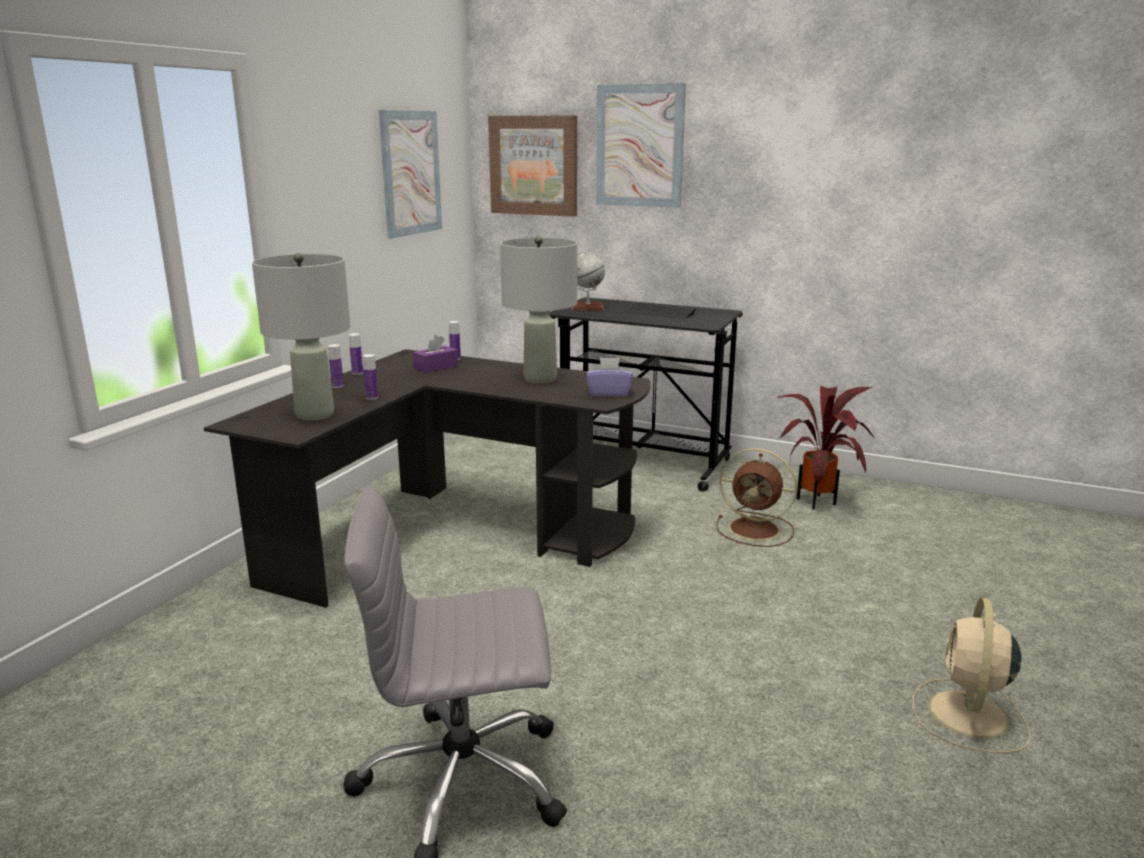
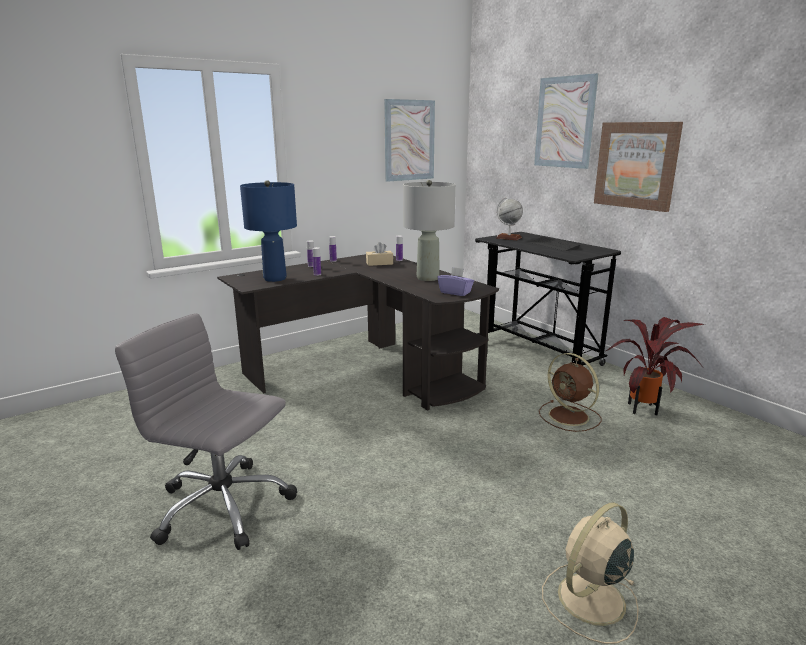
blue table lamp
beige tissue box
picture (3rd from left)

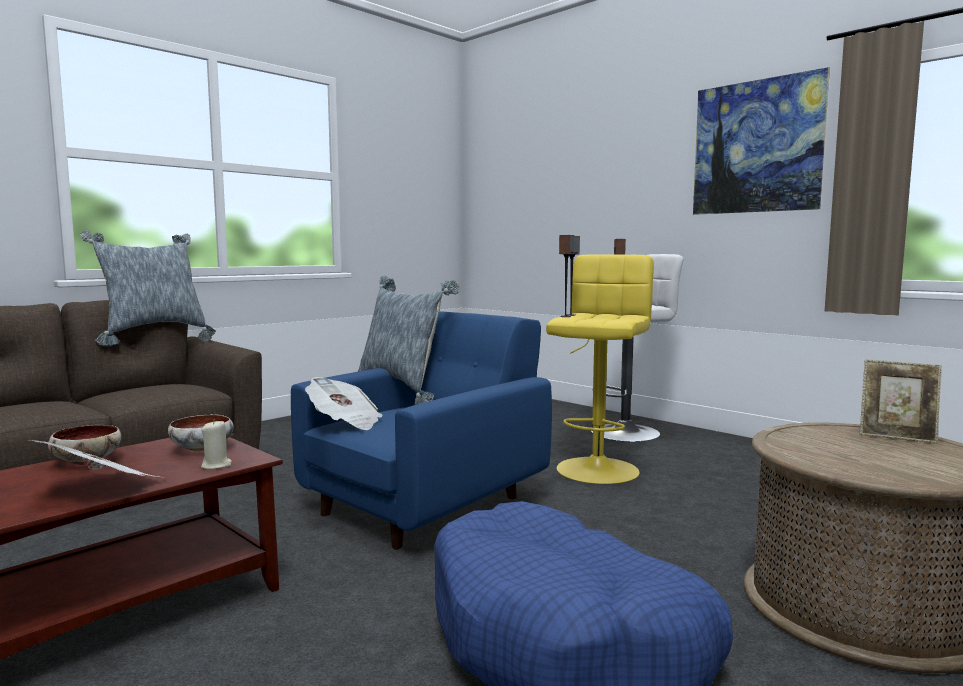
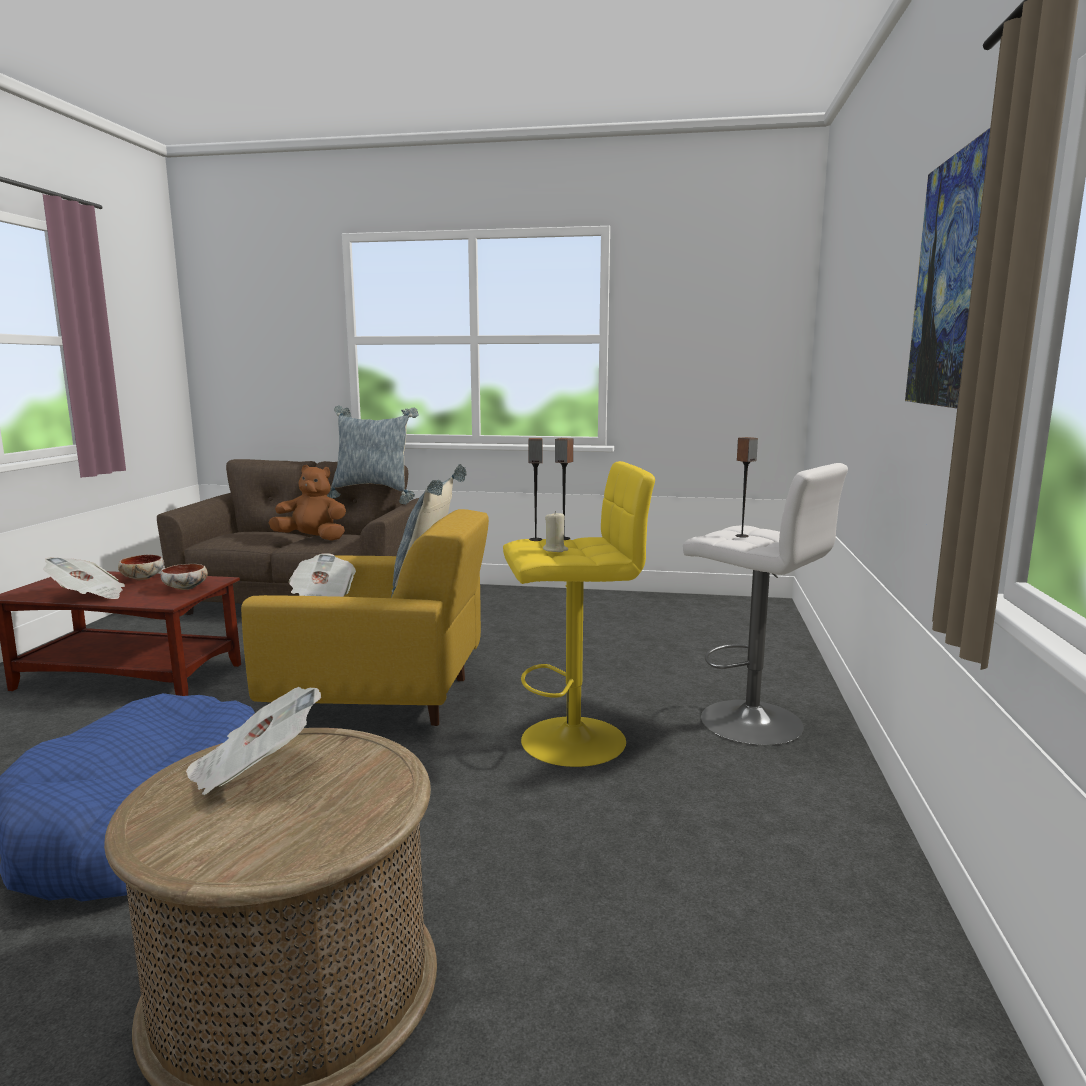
newspaper (2nd from left)
yellow armchair
brown plush toy
beige candle
picture frame

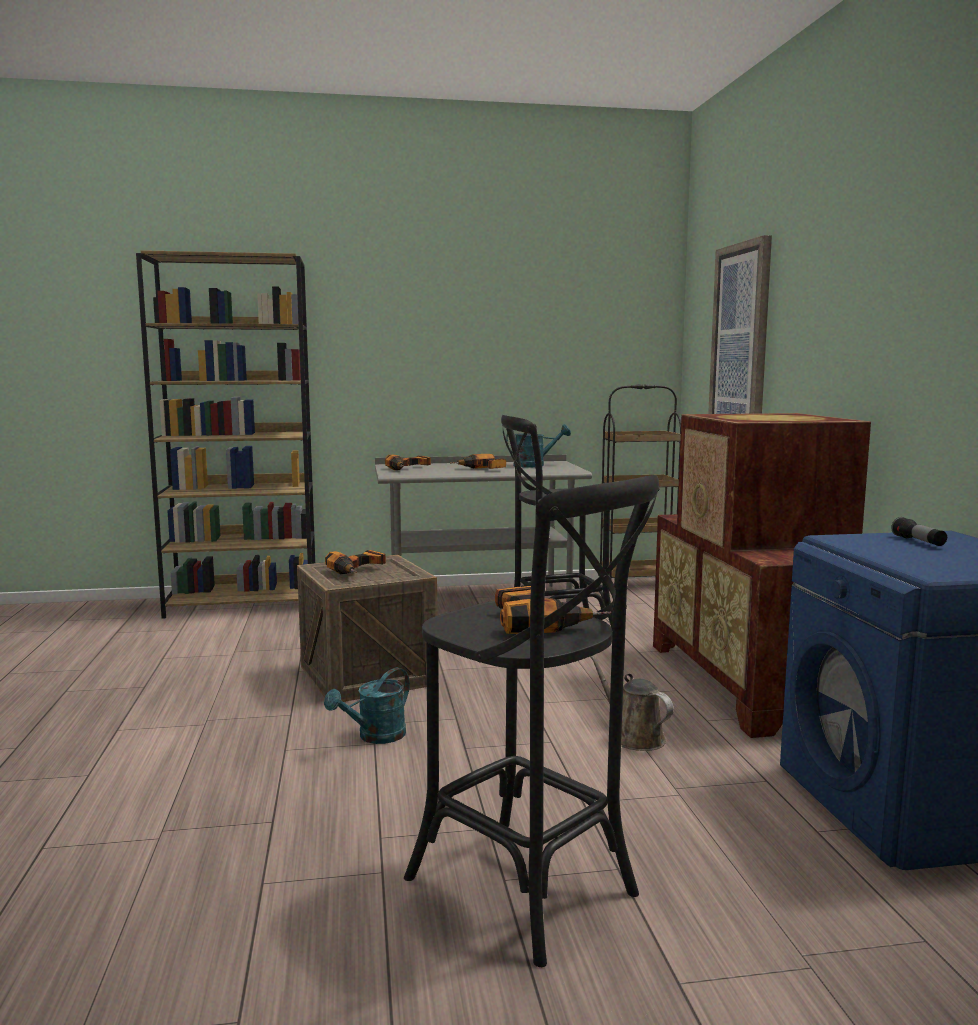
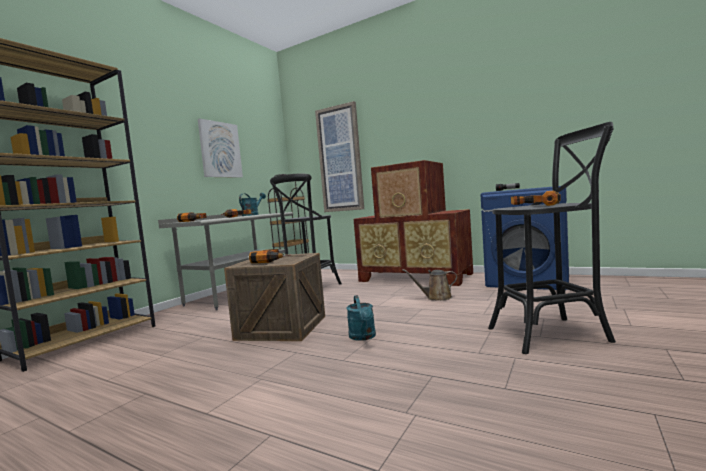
picture (1st from left)

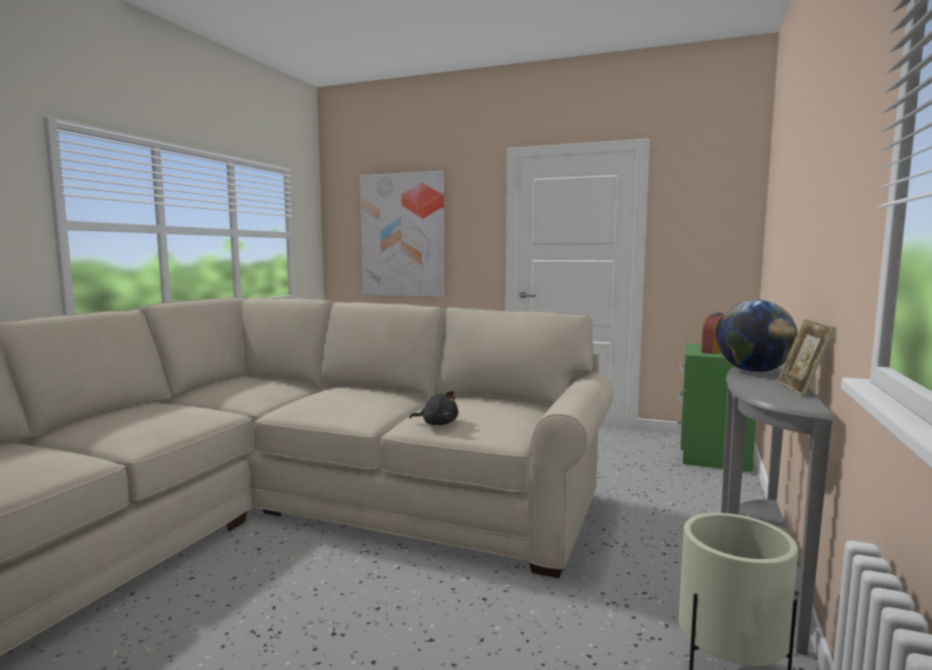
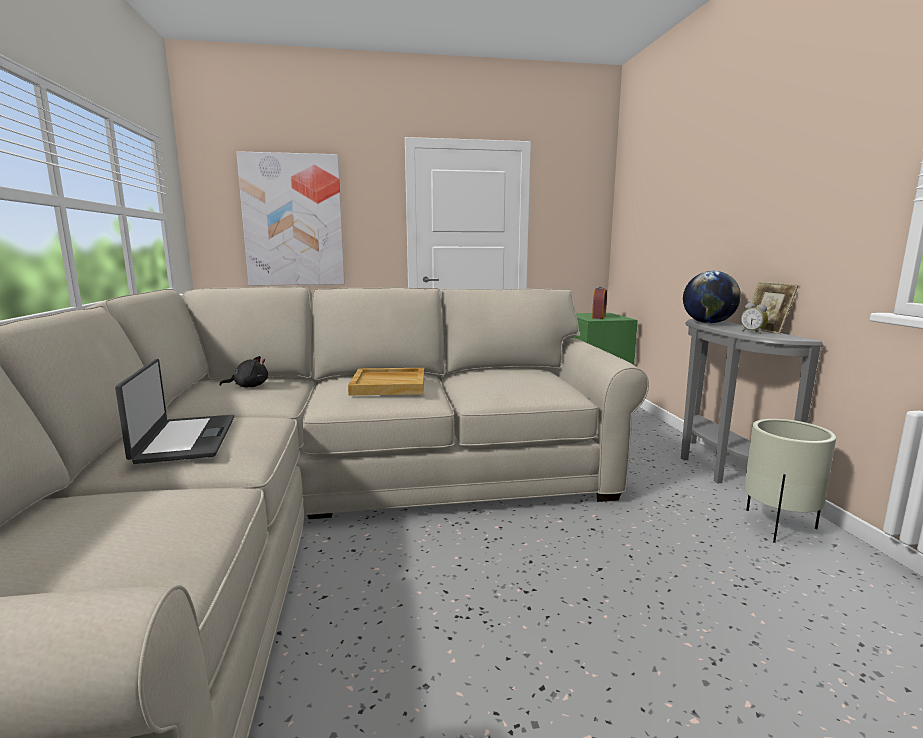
laptop
black plush toy
beige tray
alarm clock (2nd from left)

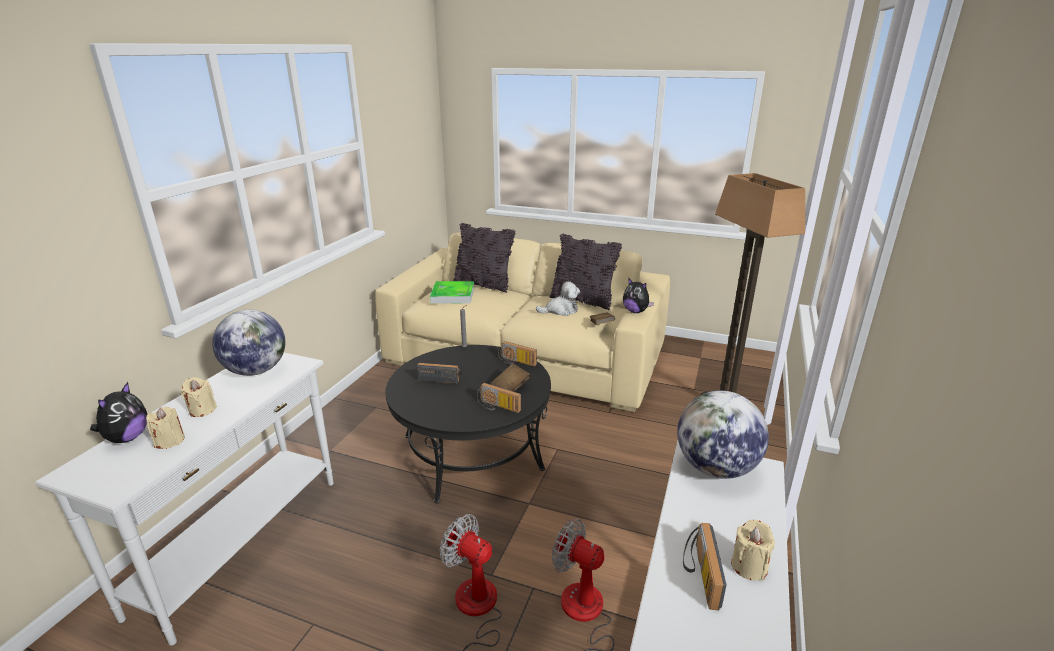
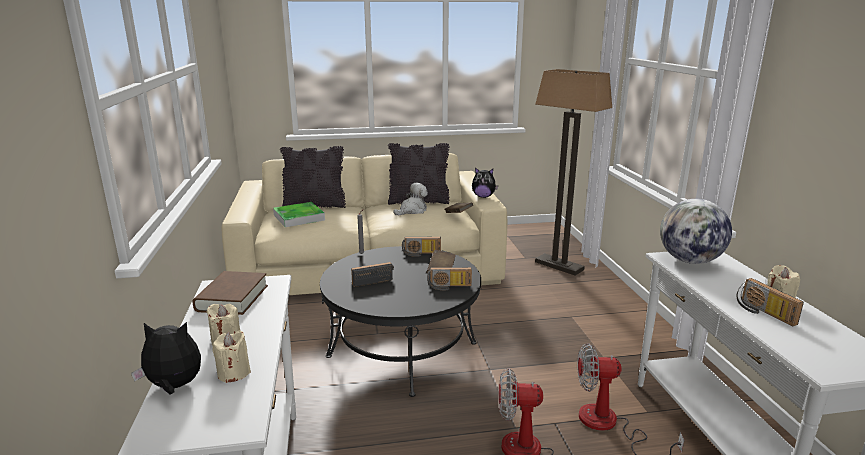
plush toy (1st from left)
brown book (1st from left)

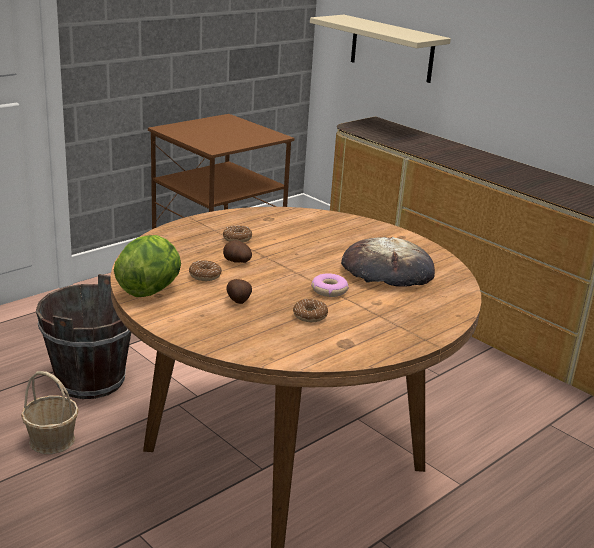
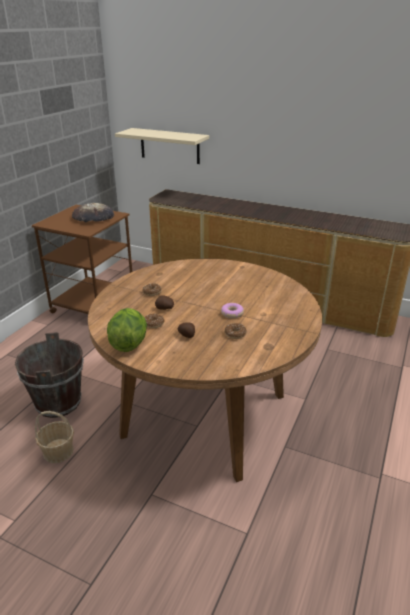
bread

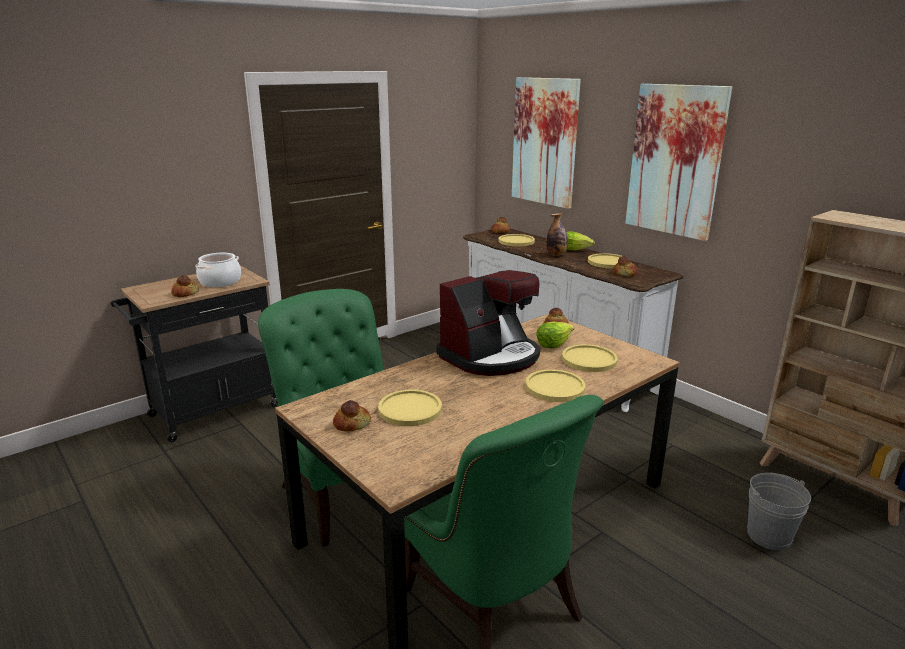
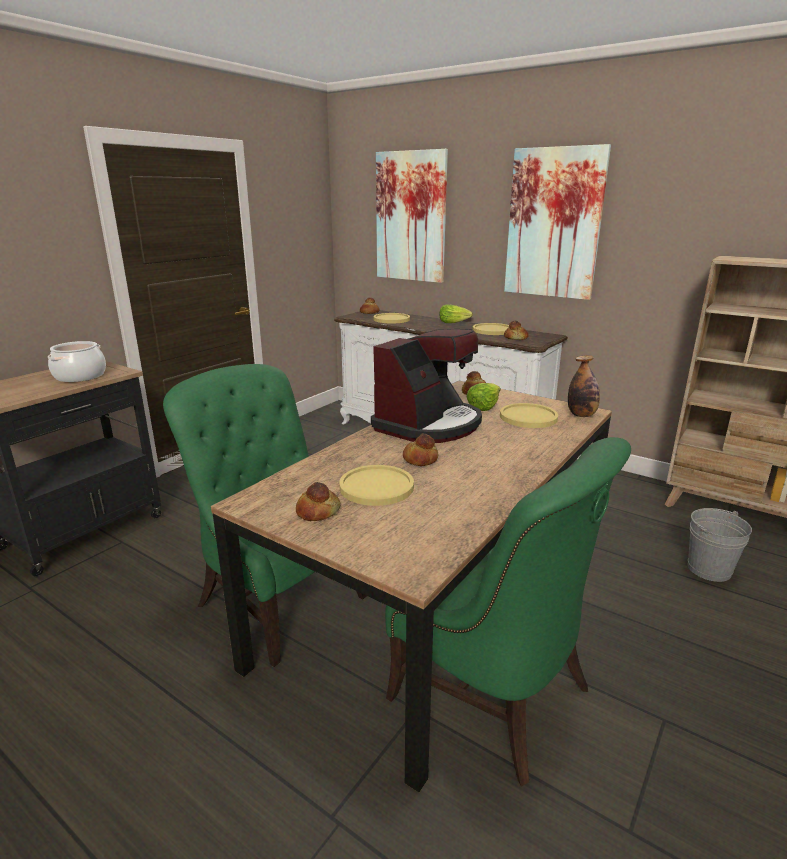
bread (3rd from left)
bottle
yellow plate (3rd from left in the first image)

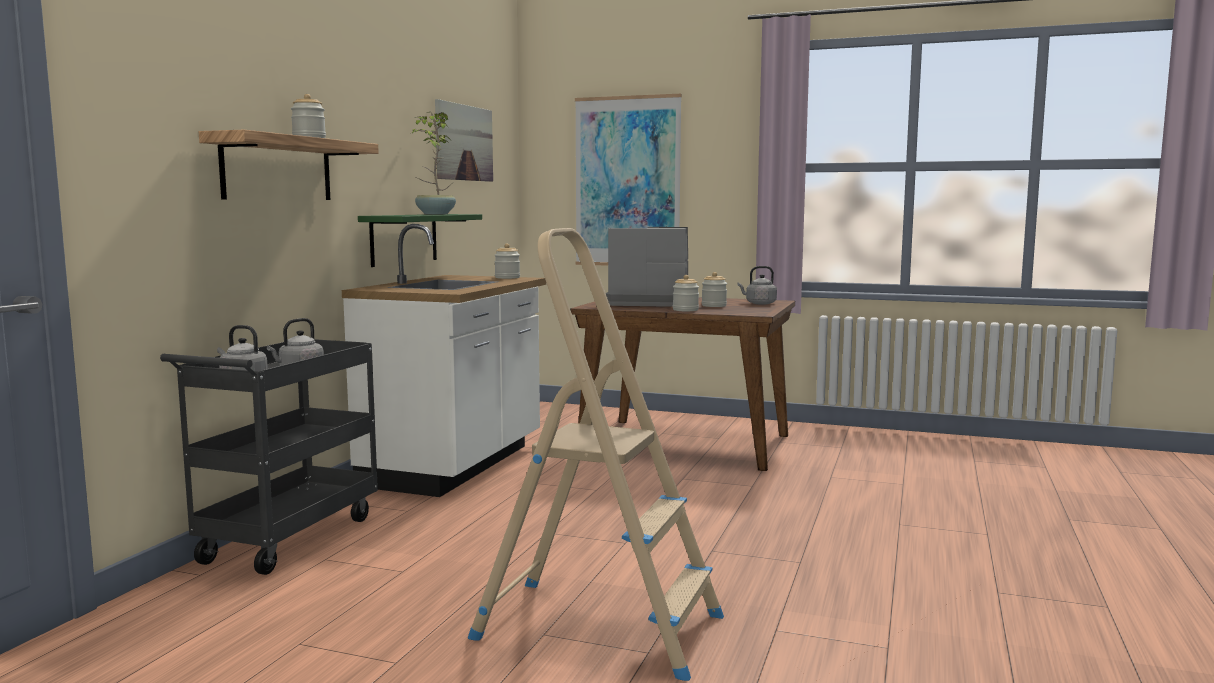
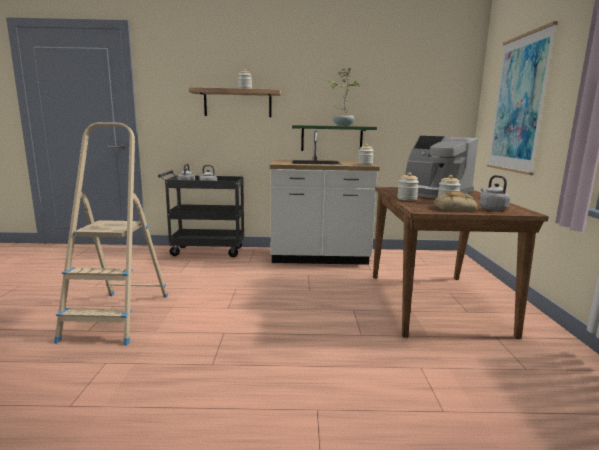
coffee machine
bread
picture (1st from left in the first image)

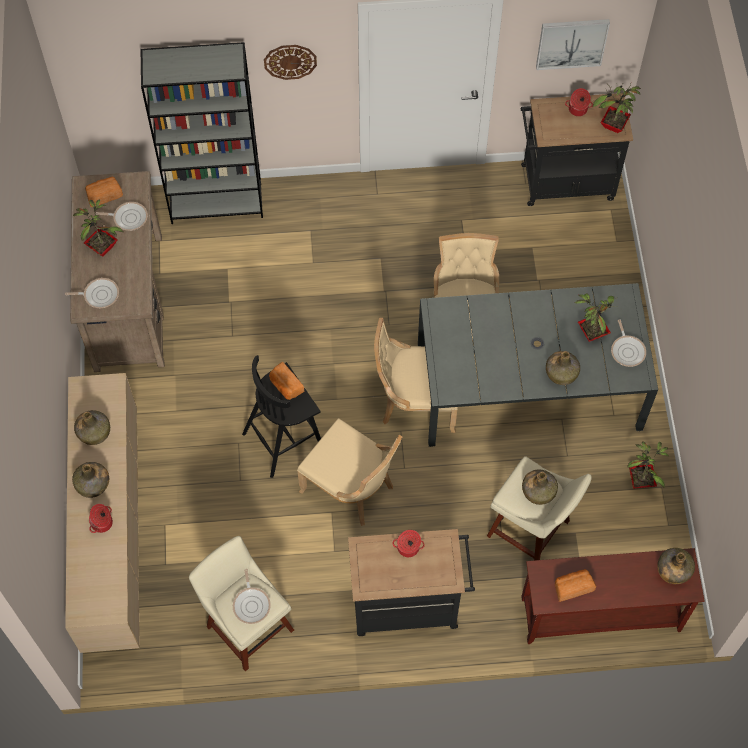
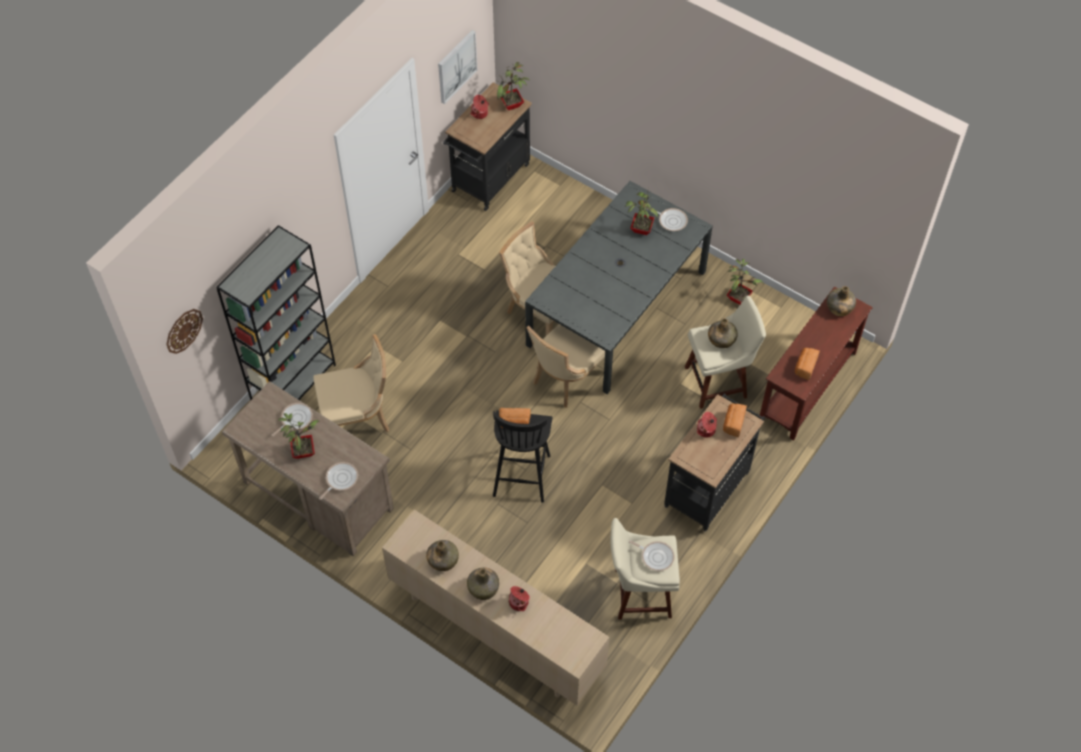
wall clock
beige chair (1st from left)
bread (2nd from left)
green bottle (4th from left in the first image)

